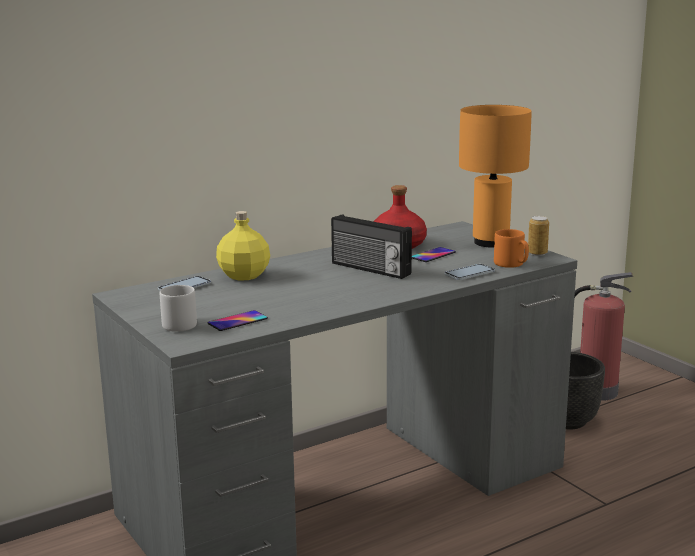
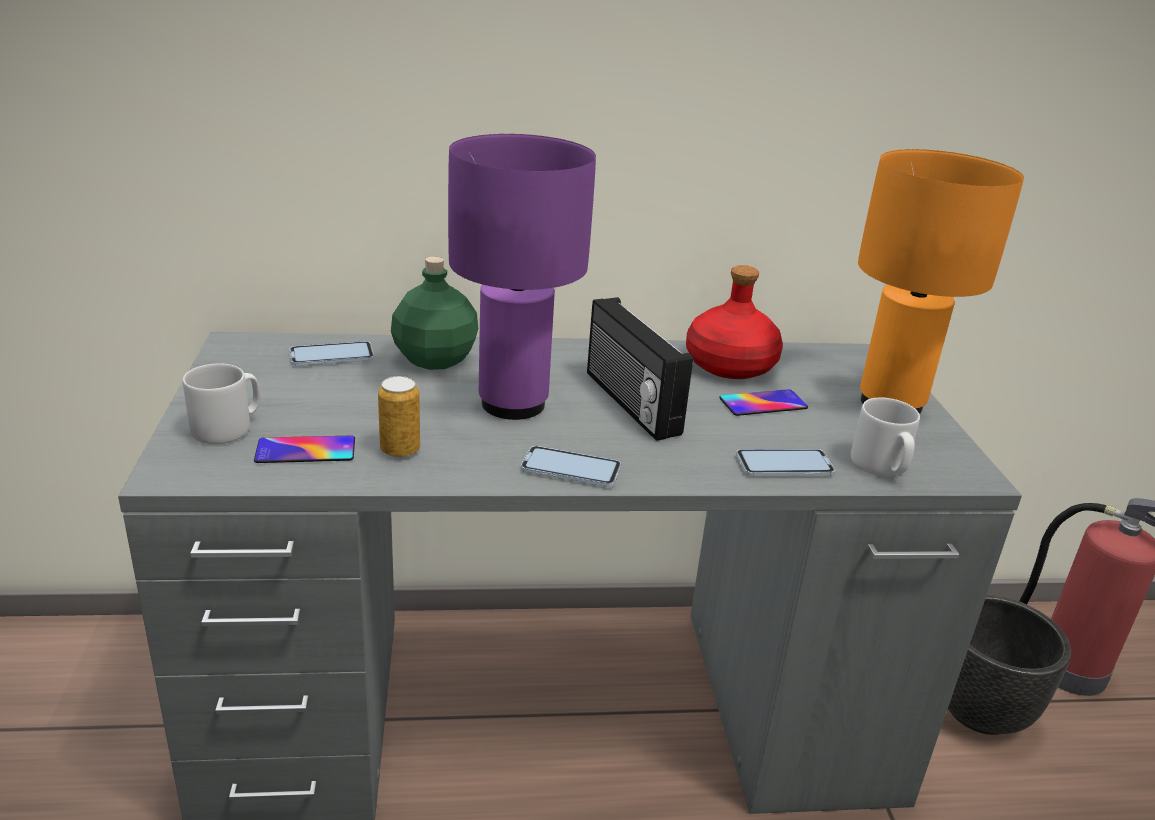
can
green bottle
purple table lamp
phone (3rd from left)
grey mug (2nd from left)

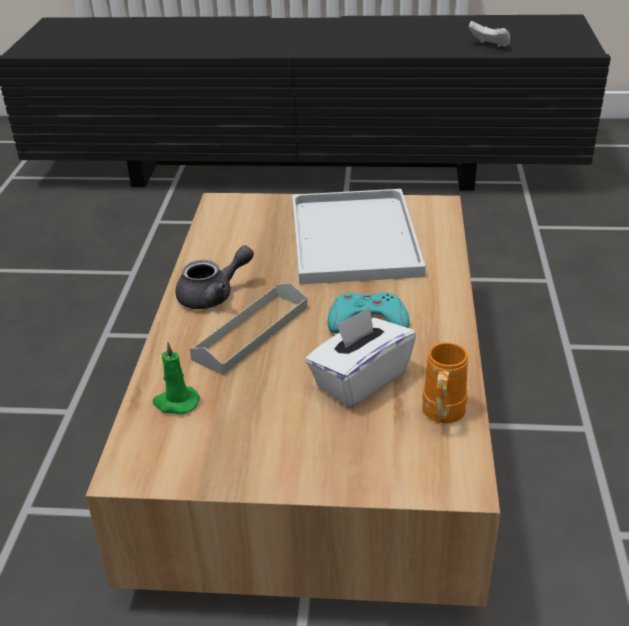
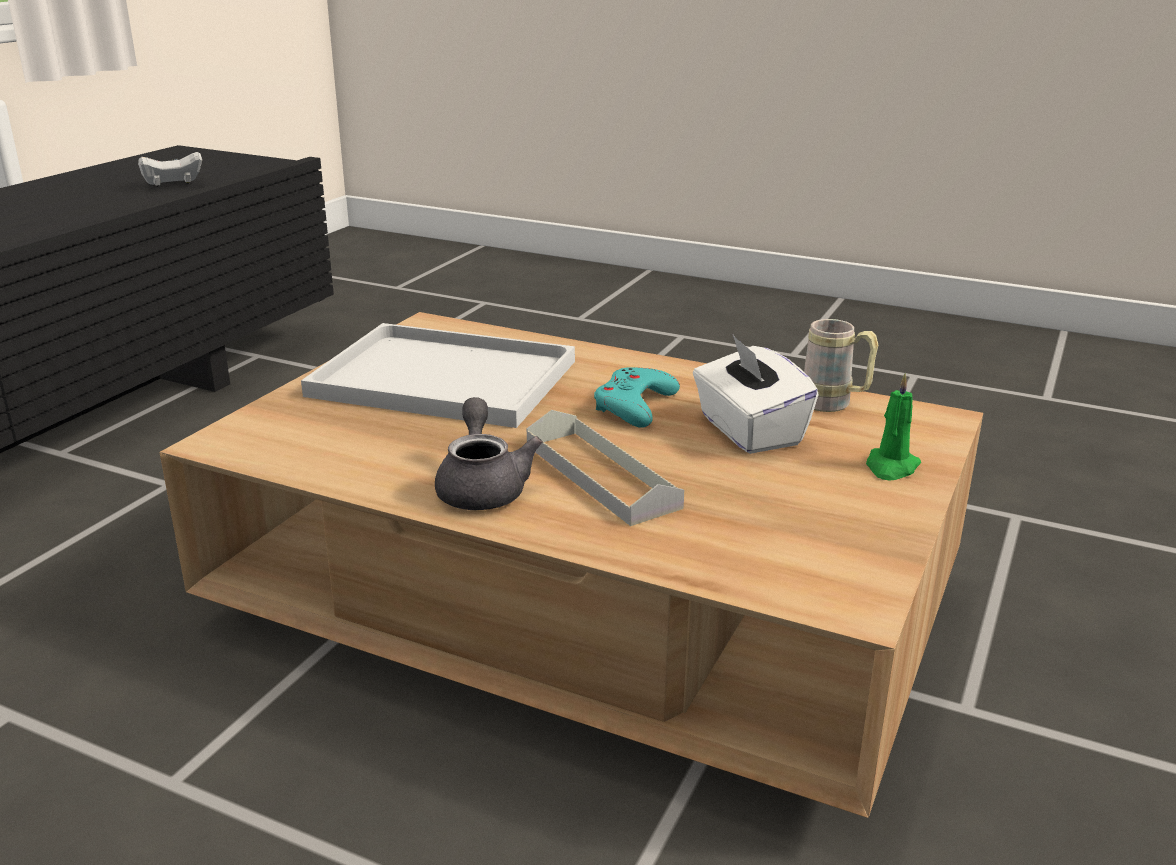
beige mug
green candle

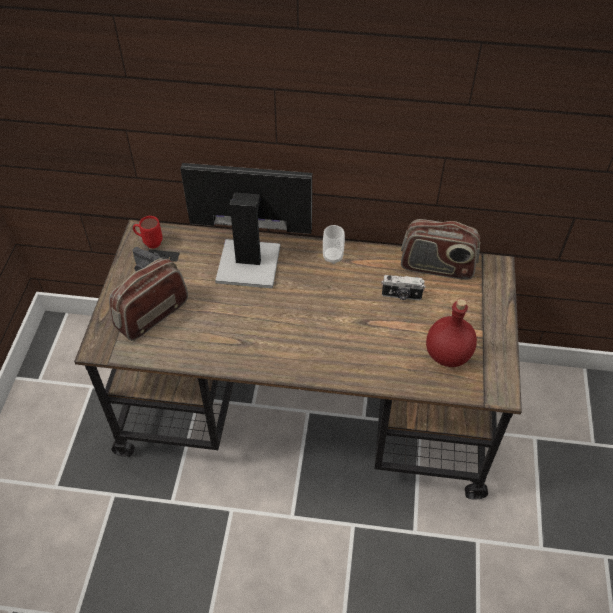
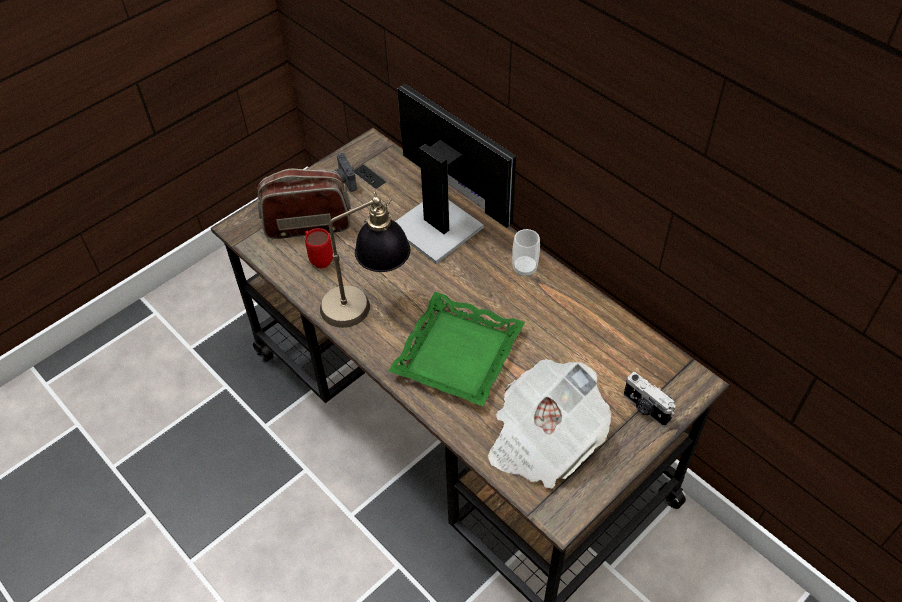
red mug
table lamp
green tray
newspaper
photo camera (2nd from left)
radio (2nd from left in the first image)

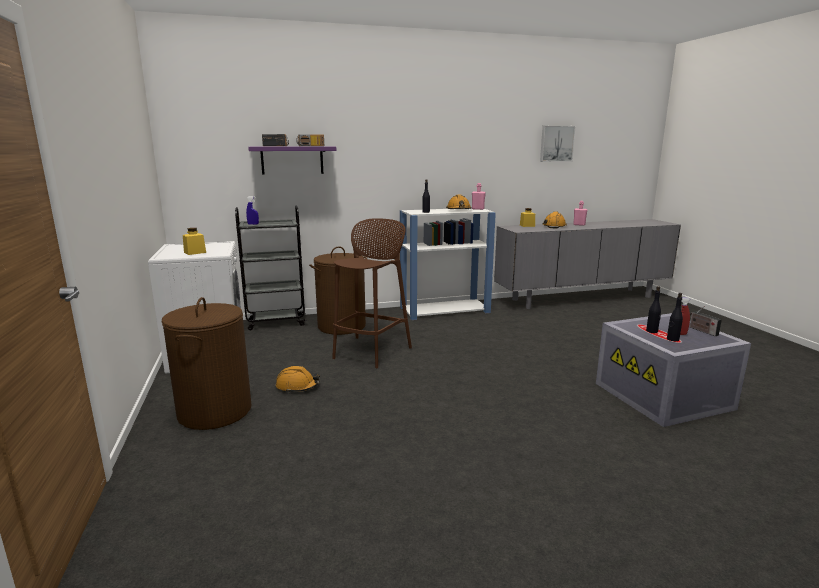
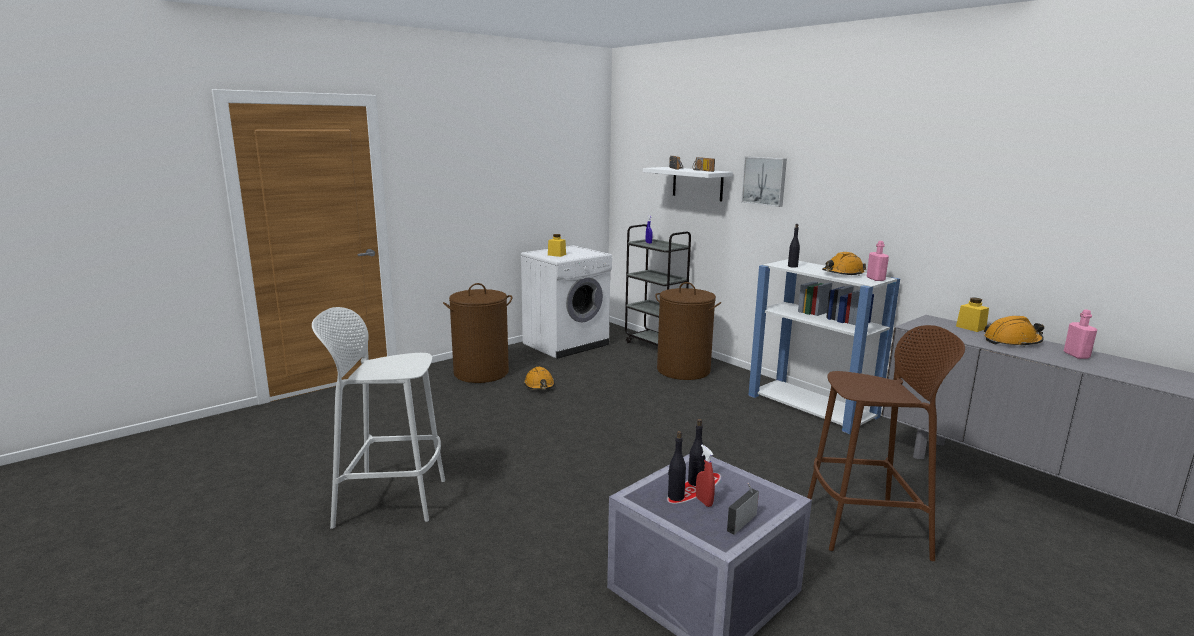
white stool
white shelf
picture
brown stool

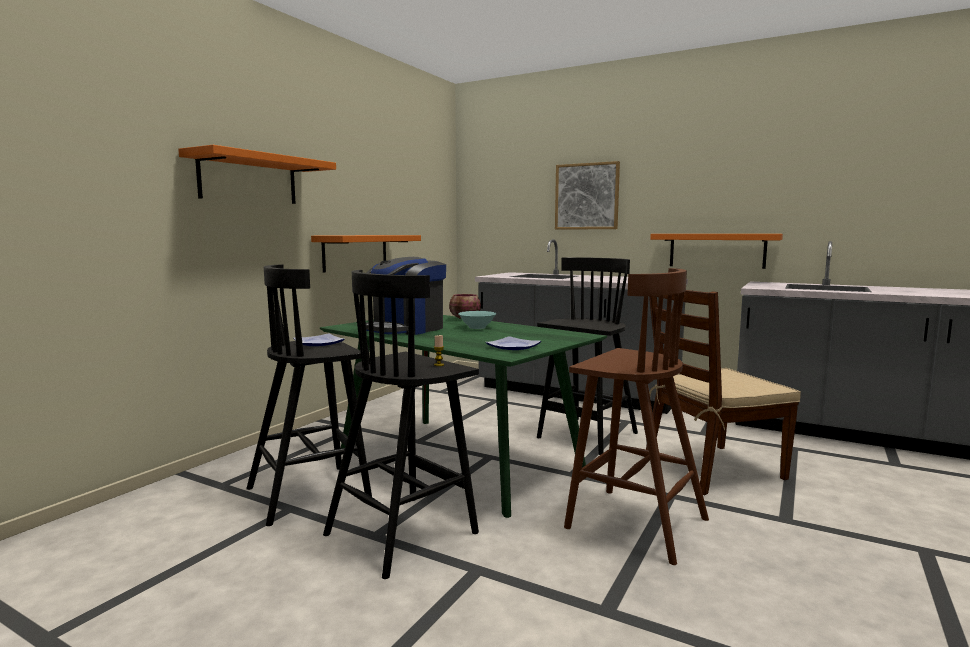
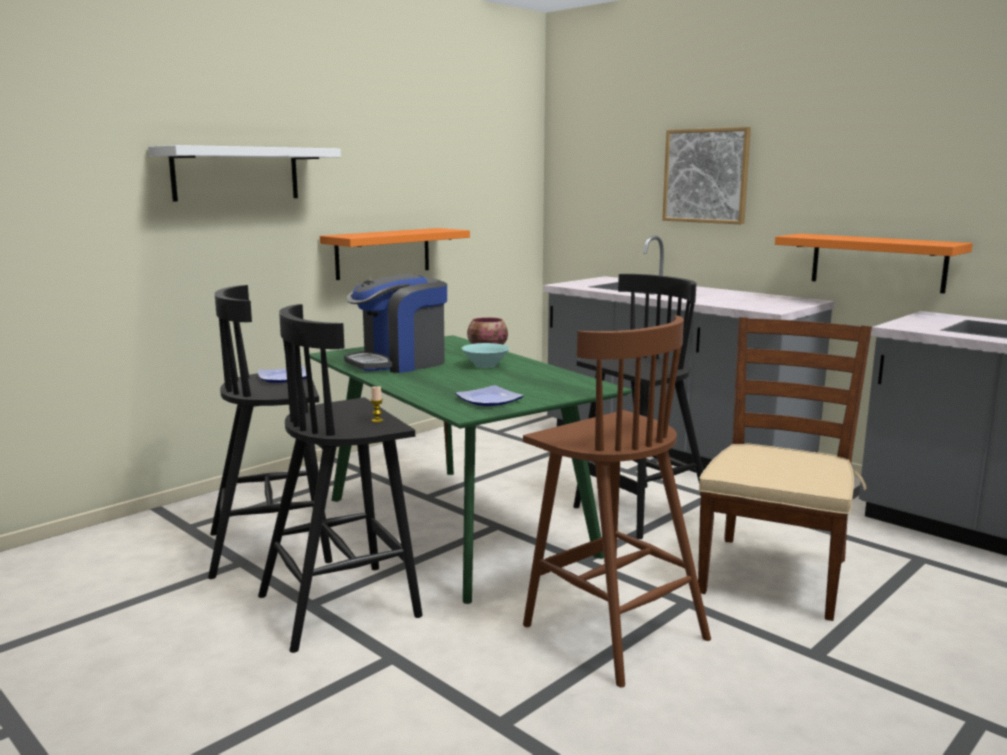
white shelf
brown chair

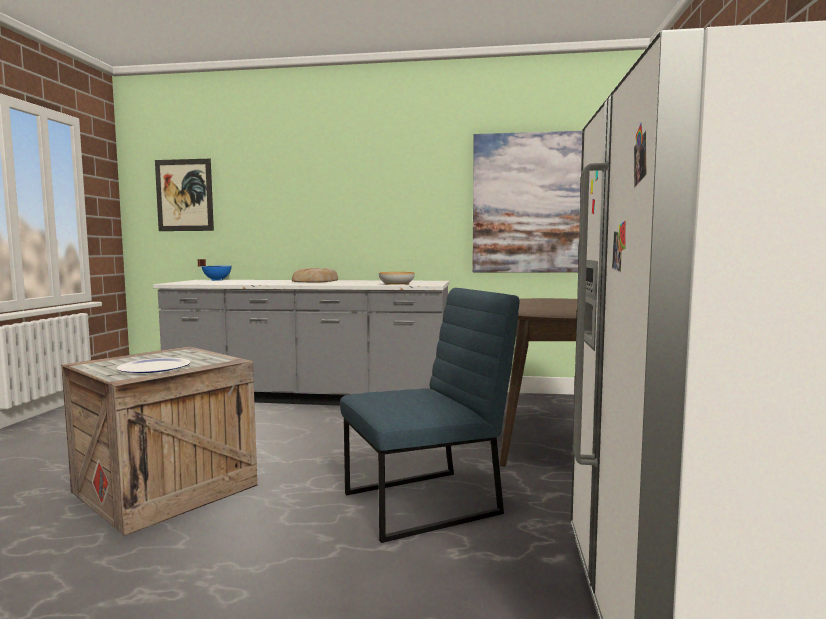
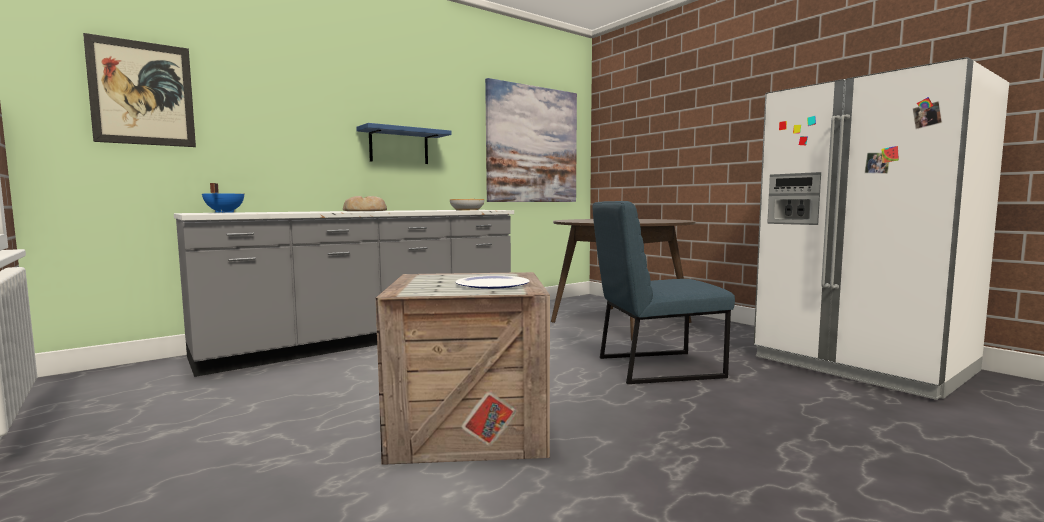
blue shelf
blue chair

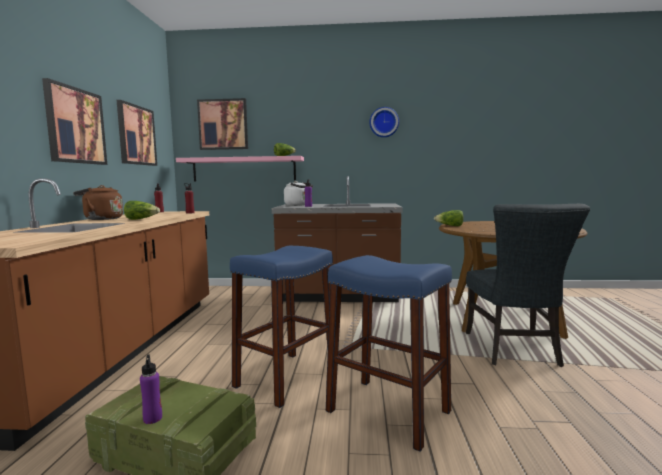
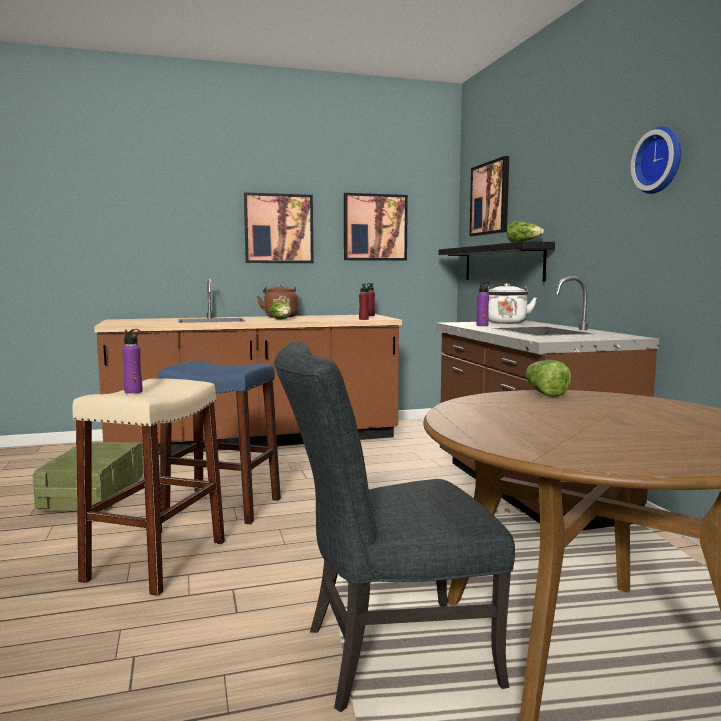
beige stool
purple bottle (1st from left)
black shelf

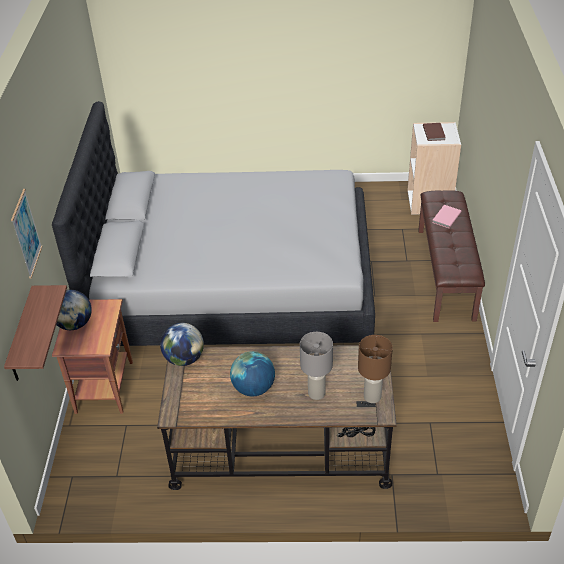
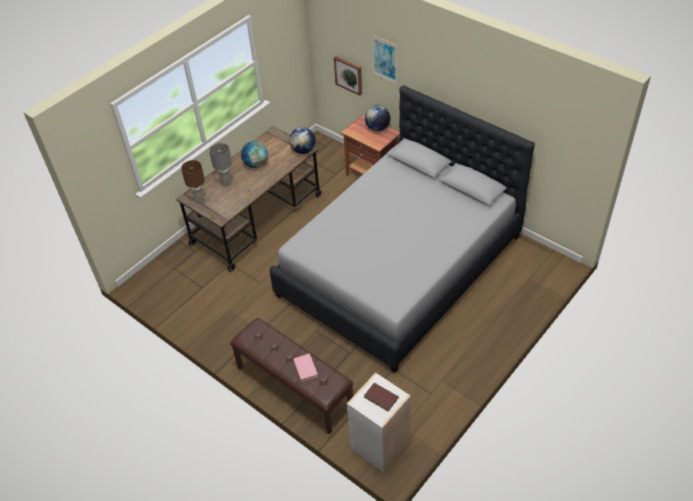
picture (1st from left)

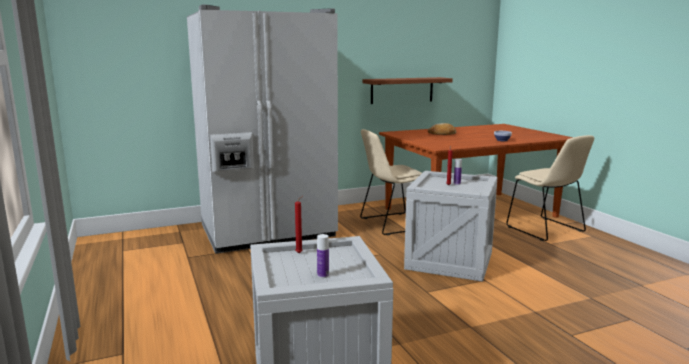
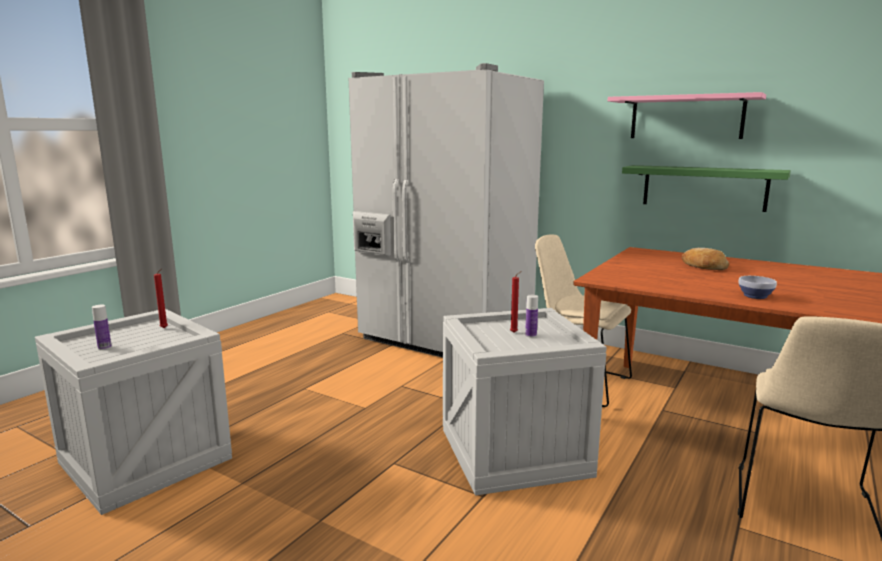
pink shelf
green shelf

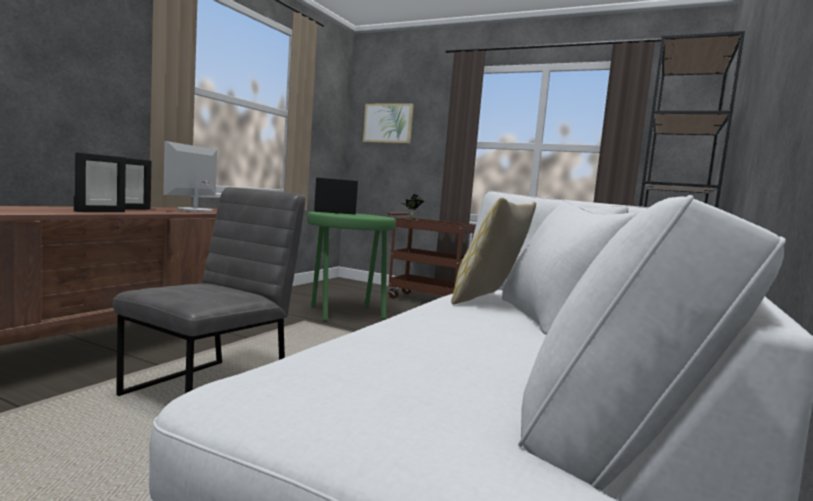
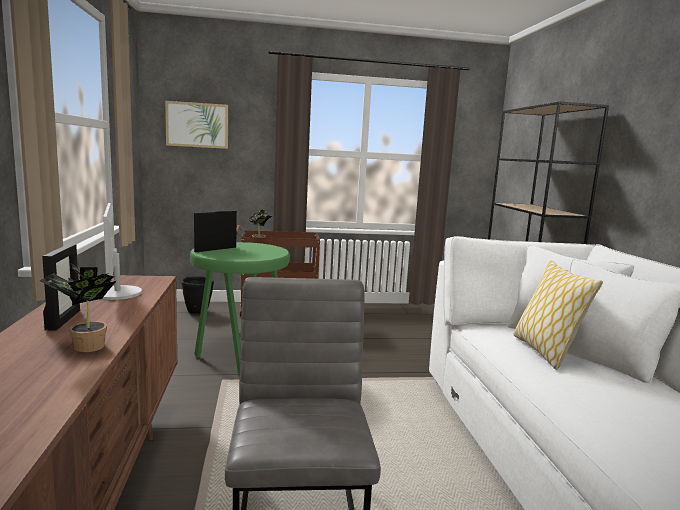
potted plant (1st from left)
black planter

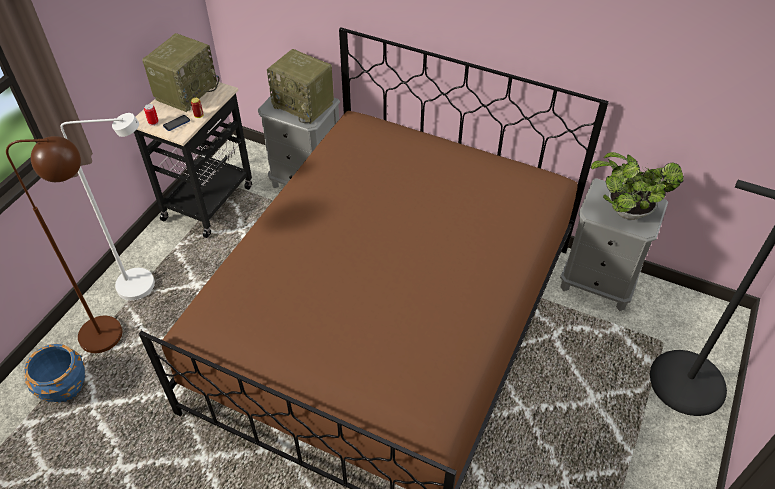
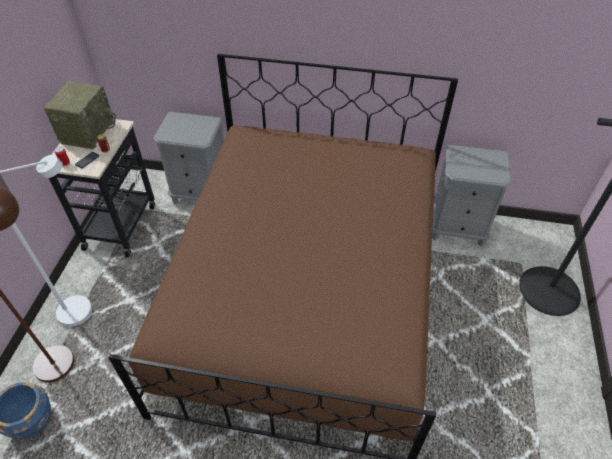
radio (2nd from left in the first image)
potted plant

